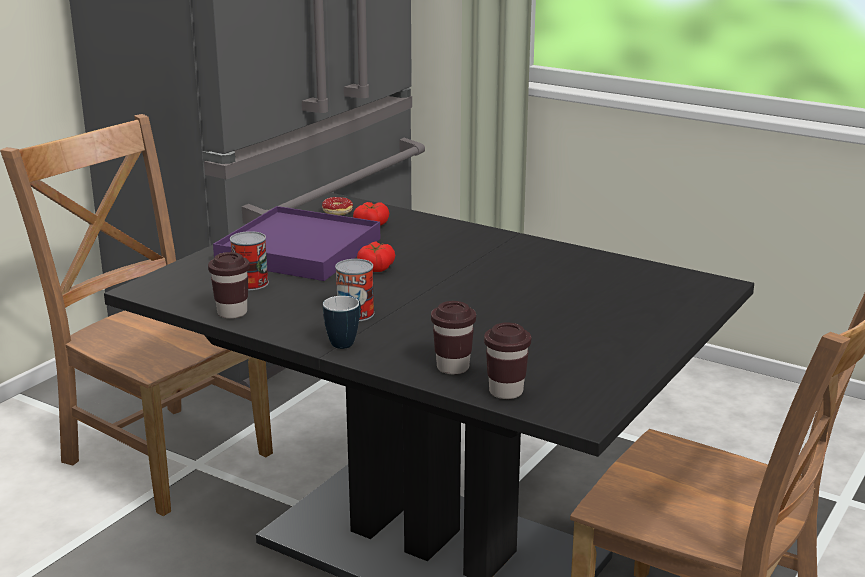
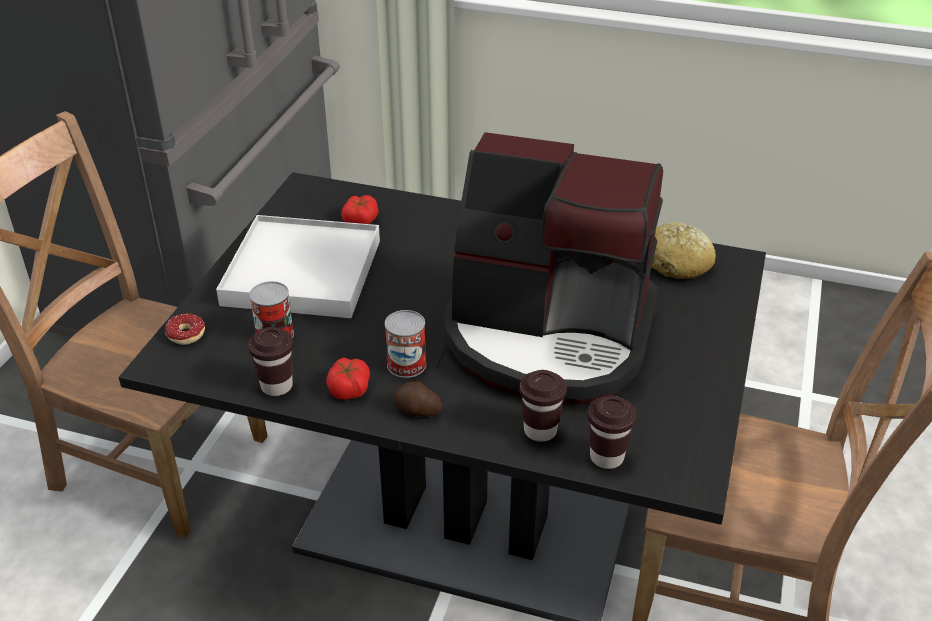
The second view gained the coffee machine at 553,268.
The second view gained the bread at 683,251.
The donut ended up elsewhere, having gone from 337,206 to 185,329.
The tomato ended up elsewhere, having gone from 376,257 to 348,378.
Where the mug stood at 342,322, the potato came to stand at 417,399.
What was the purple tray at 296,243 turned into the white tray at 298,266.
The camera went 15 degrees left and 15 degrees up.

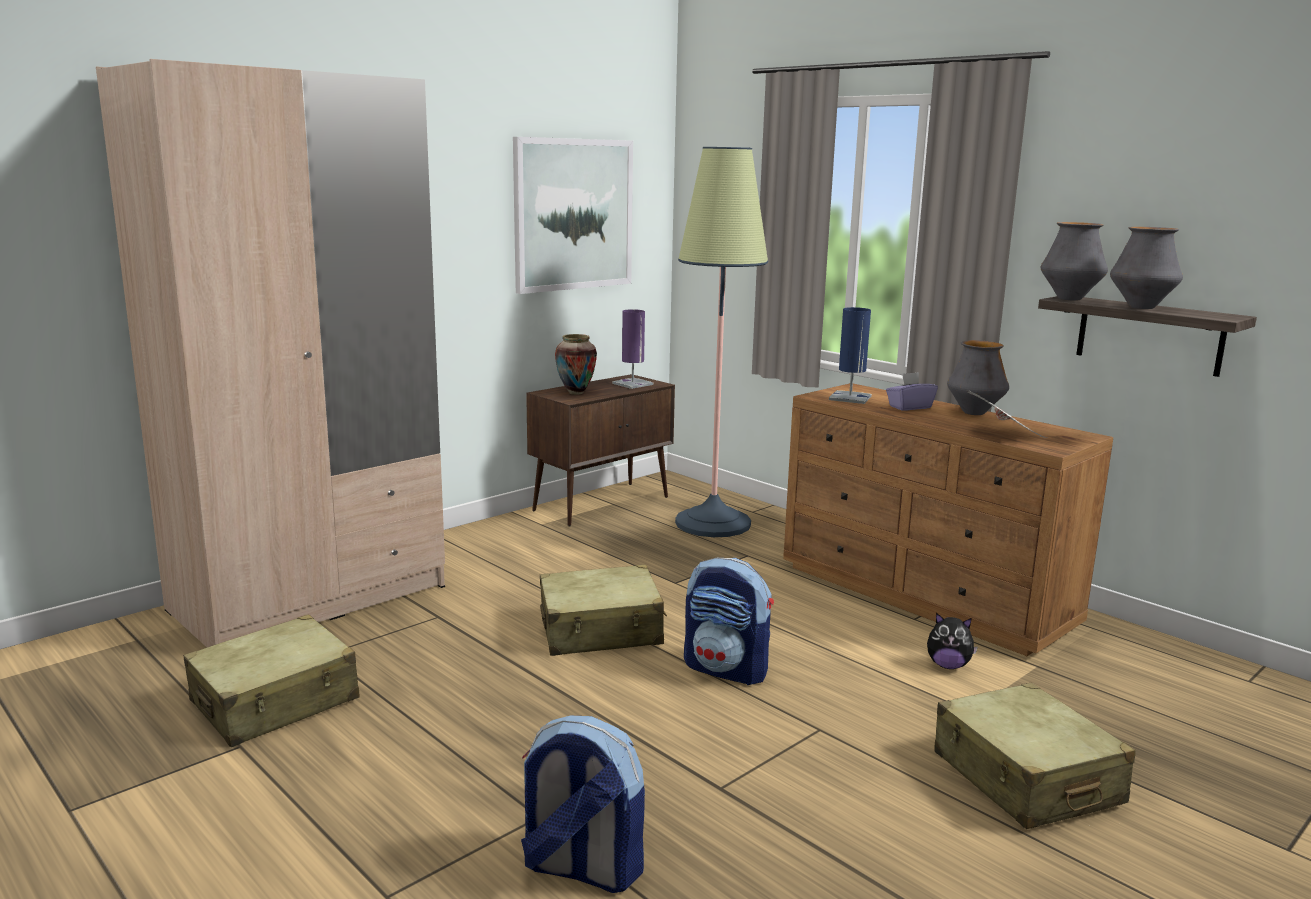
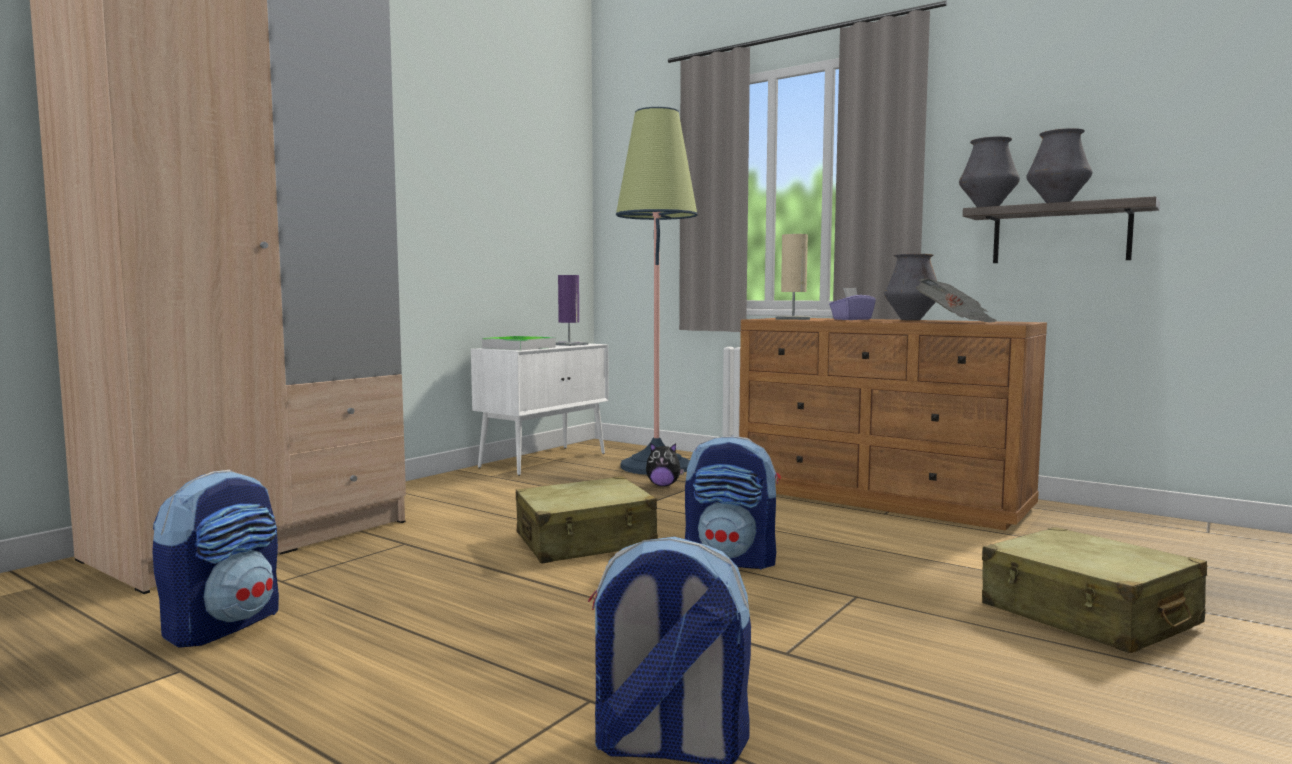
The second view lost the picture at 573,215.
The plush toy ended up elsewhere, having gone from 952,641 to 665,464.
Where the beige suitcase stood at 271,680, the backpack came to stand at 215,559.
Where the vase stood at 576,364, the tray came to stand at 519,343.
What was the brown cabinet at 600,450 turned into the white cabinet at 540,410.
What was the blue table lamp at 850,355 turned into the beige table lamp at 793,277.
The camera went 10 degrees left and 10 degrees down.

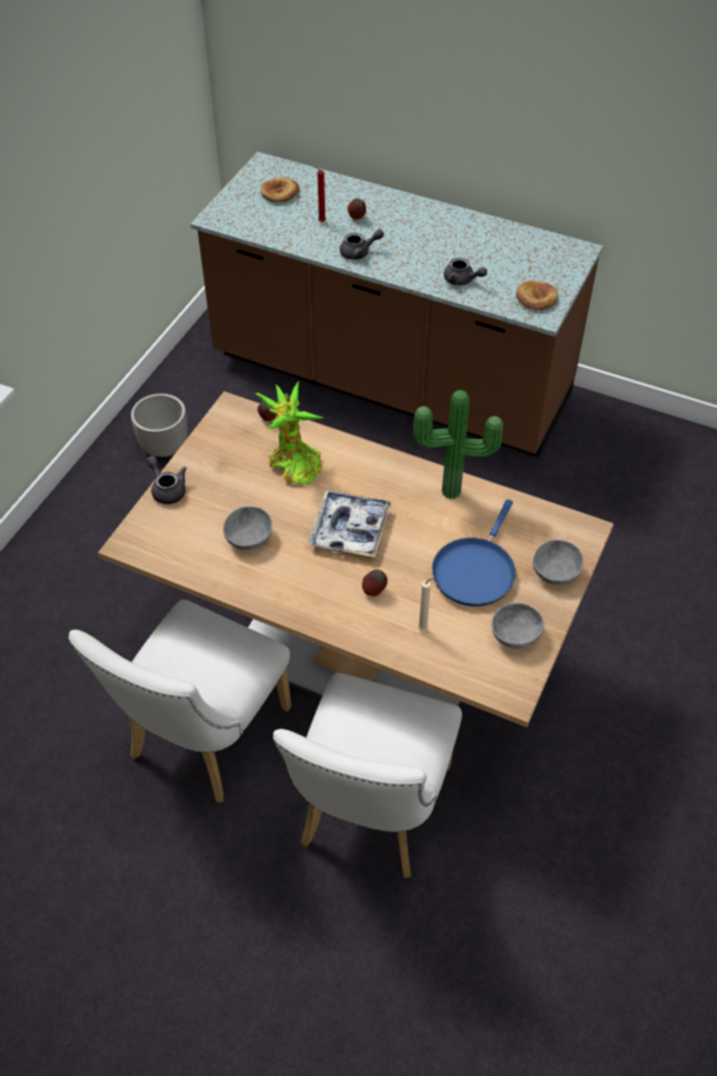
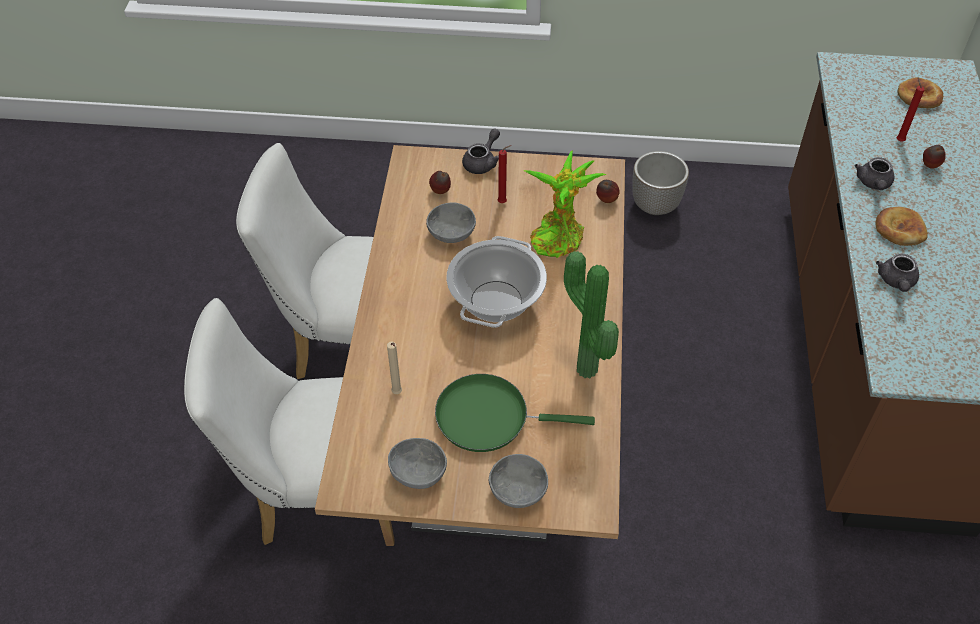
The second view gained the red candle at 504,174.
The apple ended up elsewhere, having gone from 375,582 to 440,182.
The bread ended up elsewhere, having gone from 537,295 to 901,226.
Where the tray stood at 350,523, the cooking pot came to stand at 496,282.
What was the blue frying pan at 474,552 turned into the green frying pan at 515,413.
The grey teapot at 362,244 ended up facing another way, 45 degrees clockwise from before.
The camera went 70 degrees right and 0 degrees up.

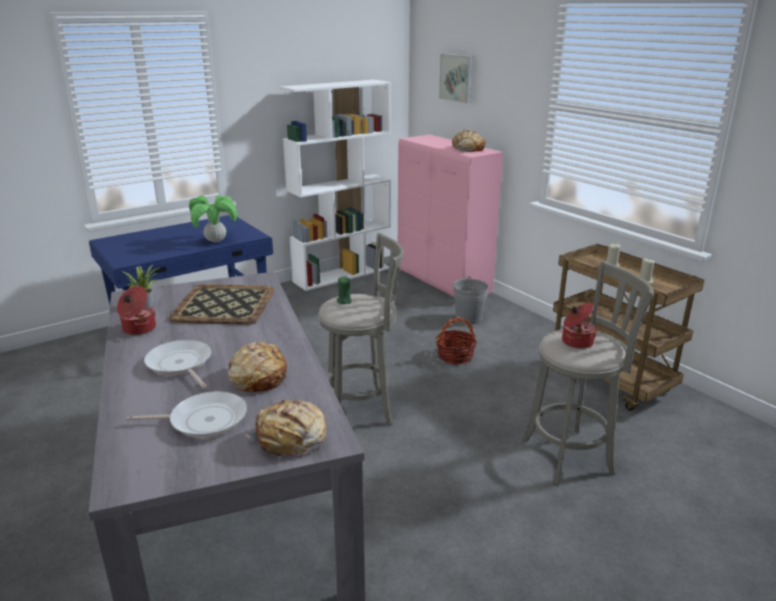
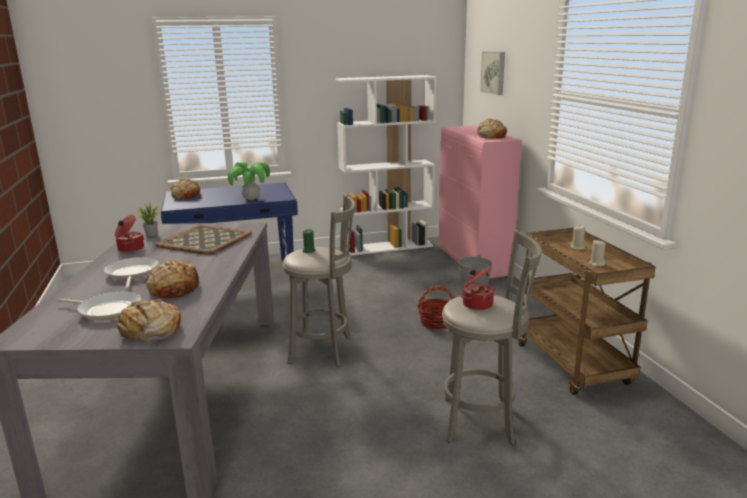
The second view gained the bread at 185,188.
The camera went 20 degrees right and 5 degrees down.

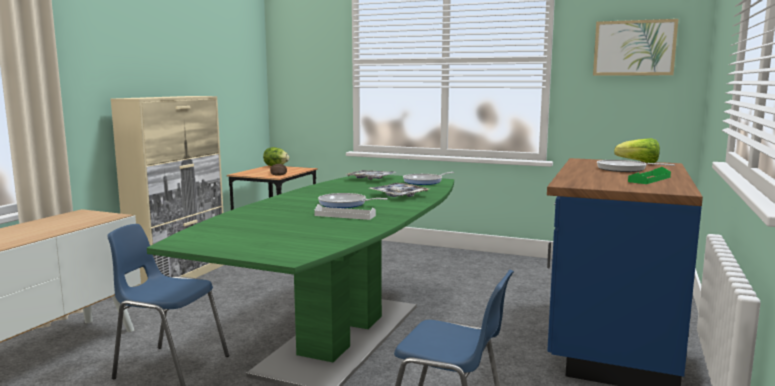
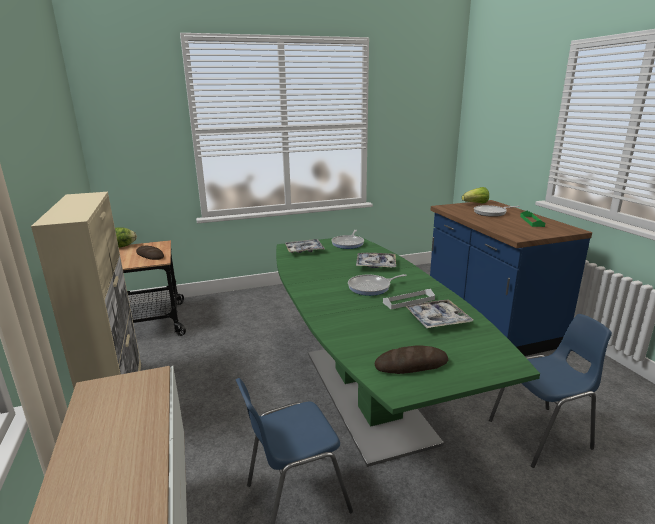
The second view lost the picture at 635,47.
The second view gained the bread at 411,359.
The second view gained the tray at 439,313.
The camera went 40 degrees left and 10 degrees up.

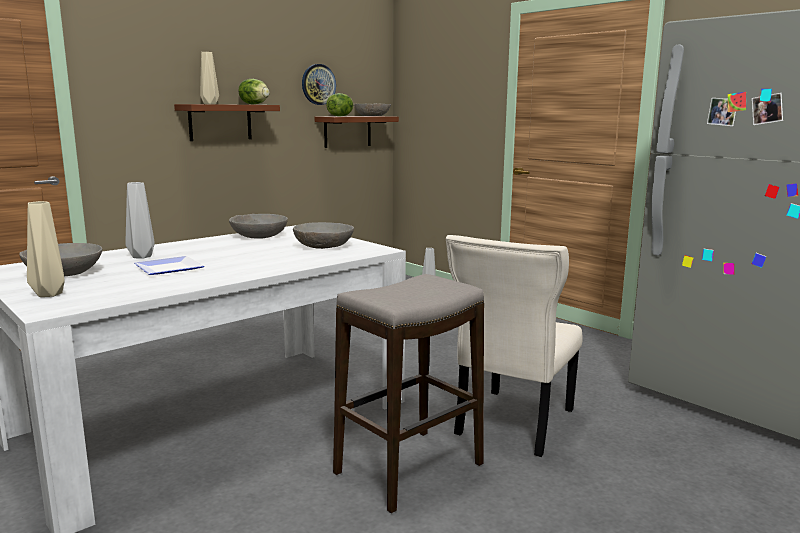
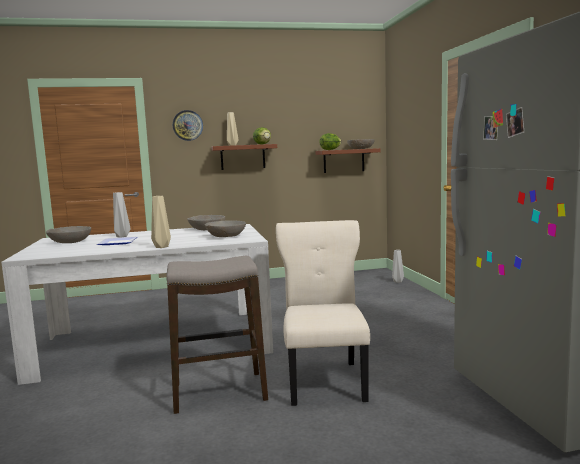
The beige vase ended up elsewhere, having gone from 46,249 to 161,222.
The wall clock ended up elsewhere, having gone from 319,84 to 188,125.
The beige chair at 514,346 ended up facing another way, 120 degrees clockwise from before.
The camera went 30 degrees right and 5 degrees down.

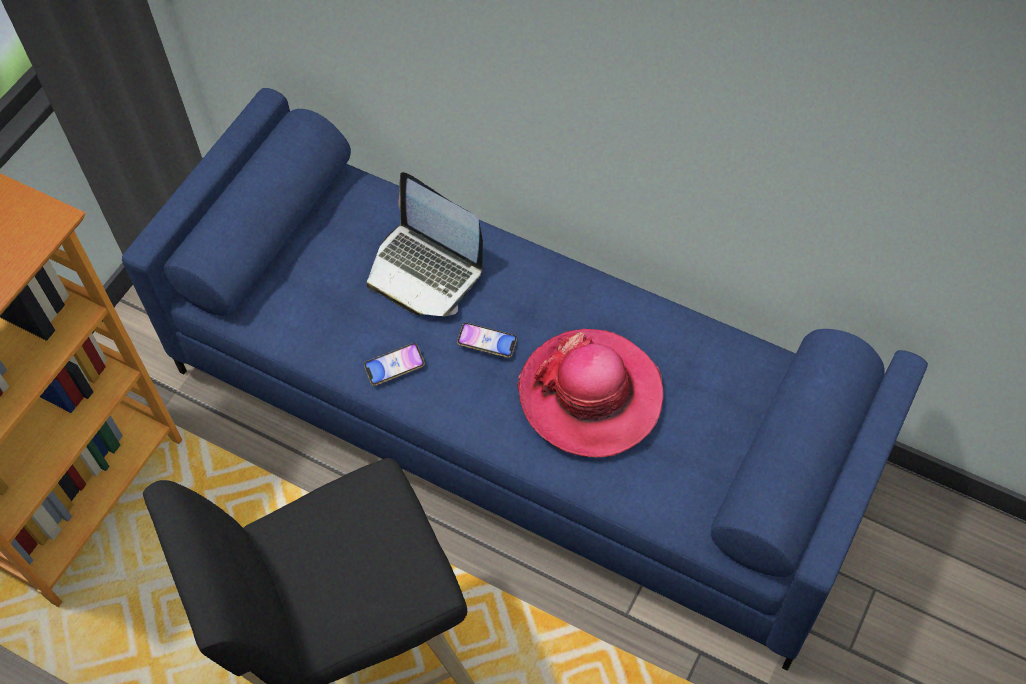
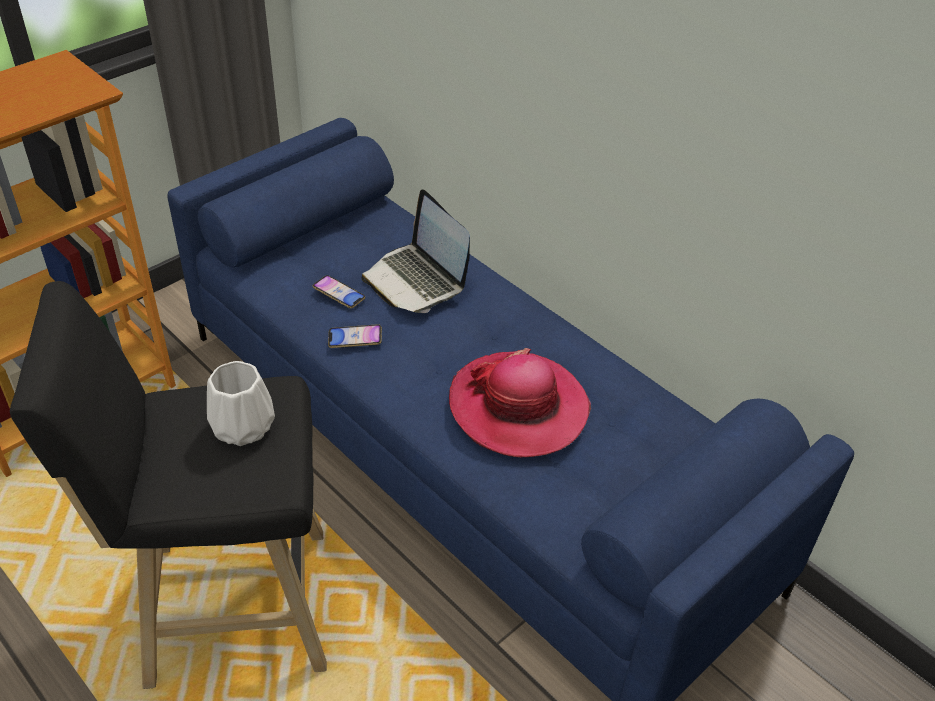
The second view gained the white vase at 241,403.
The phone ended up elsewhere, having gone from 487,340 to 339,291.
The camera went 15 degrees right and 15 degrees down.

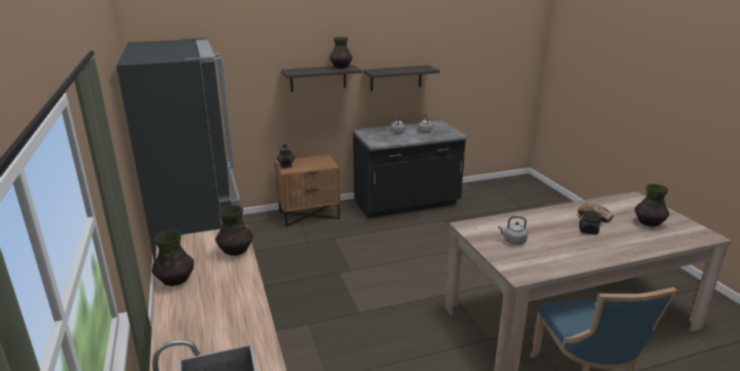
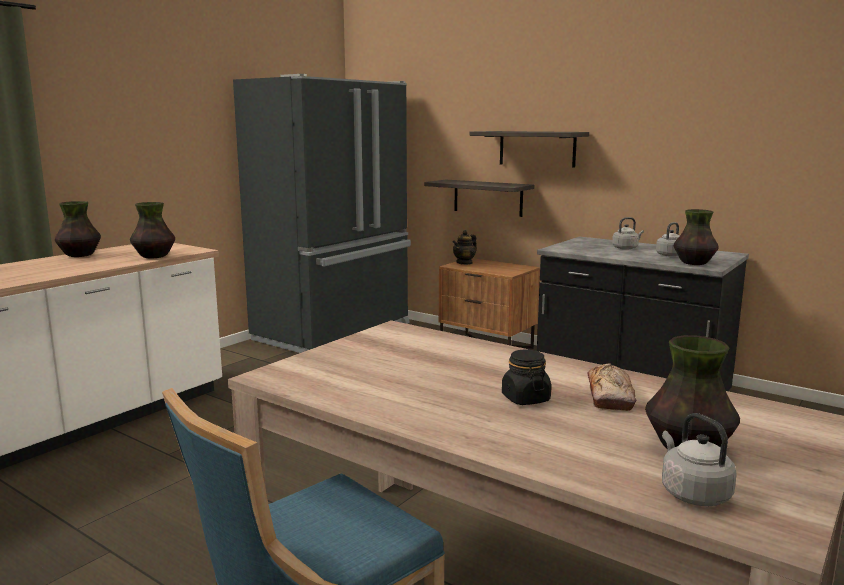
The vase ended up elsewhere, having gone from 341,52 to 696,237.
The shelf ended up elsewhere, having gone from 401,78 to 479,198.
The grey kettle ended up elsewhere, having gone from 513,230 to 699,459.
The camera went 55 degrees right and 10 degrees down.

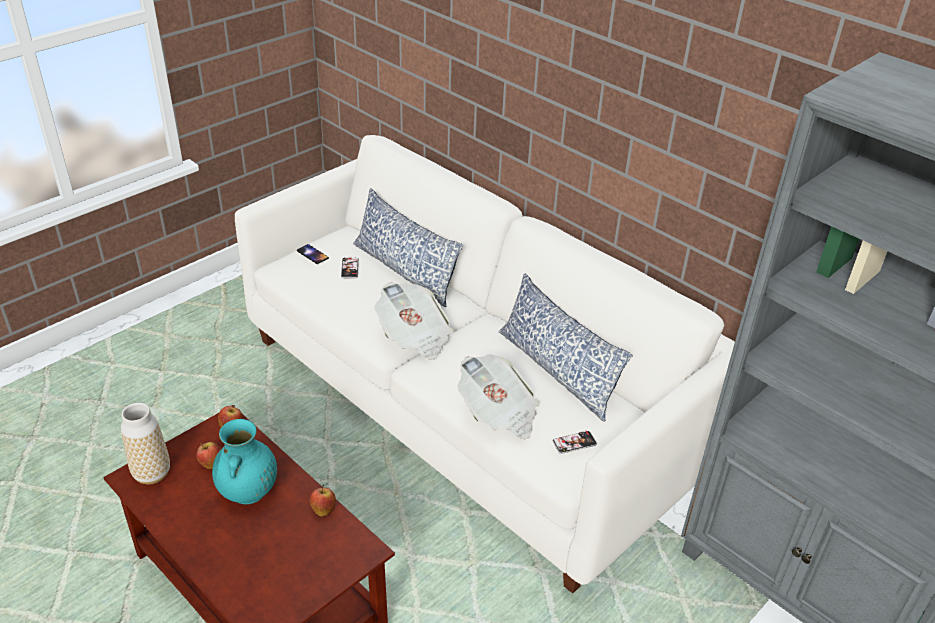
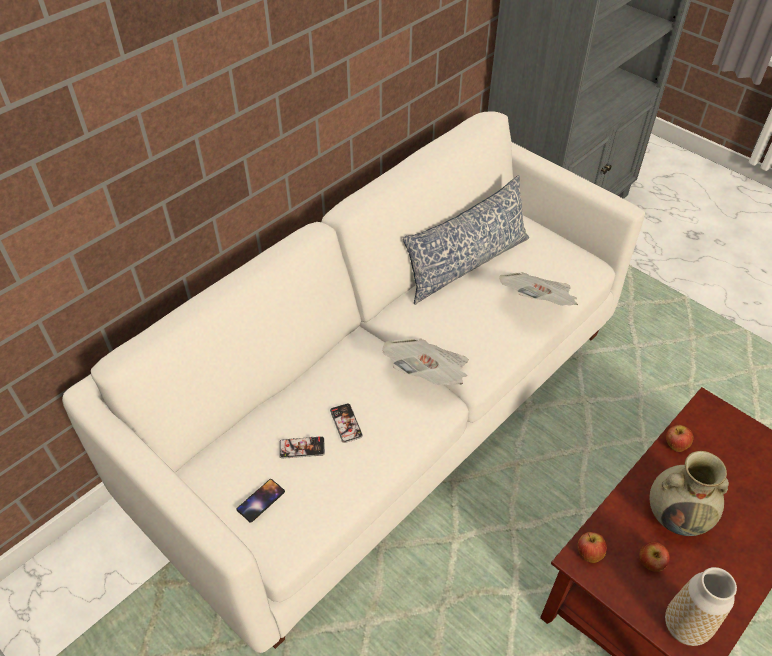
The second view lost the pillow at 408,247.
The phone ended up elsewhere, having gone from 575,442 to 346,423.
What was the turquoise vase at 244,462 turned into the beige vase at 689,493.
The camera went 90 degrees left and 10 degrees up.

